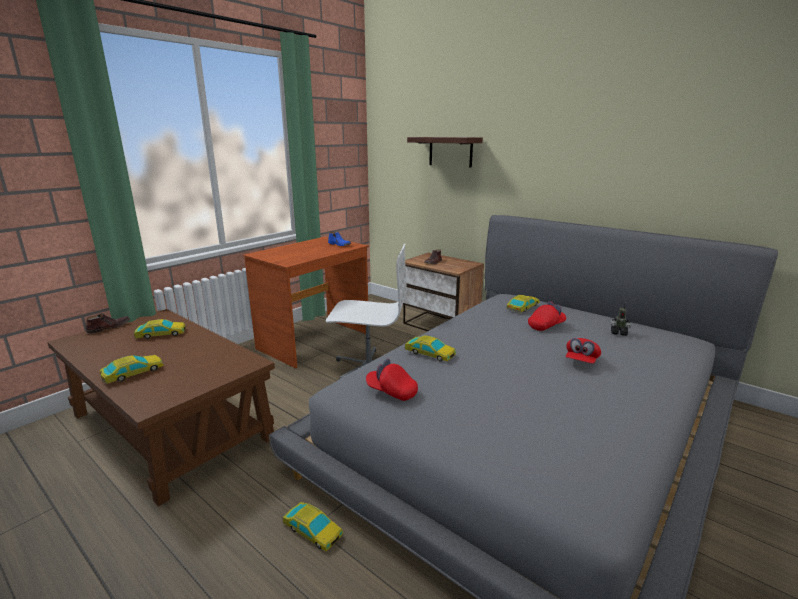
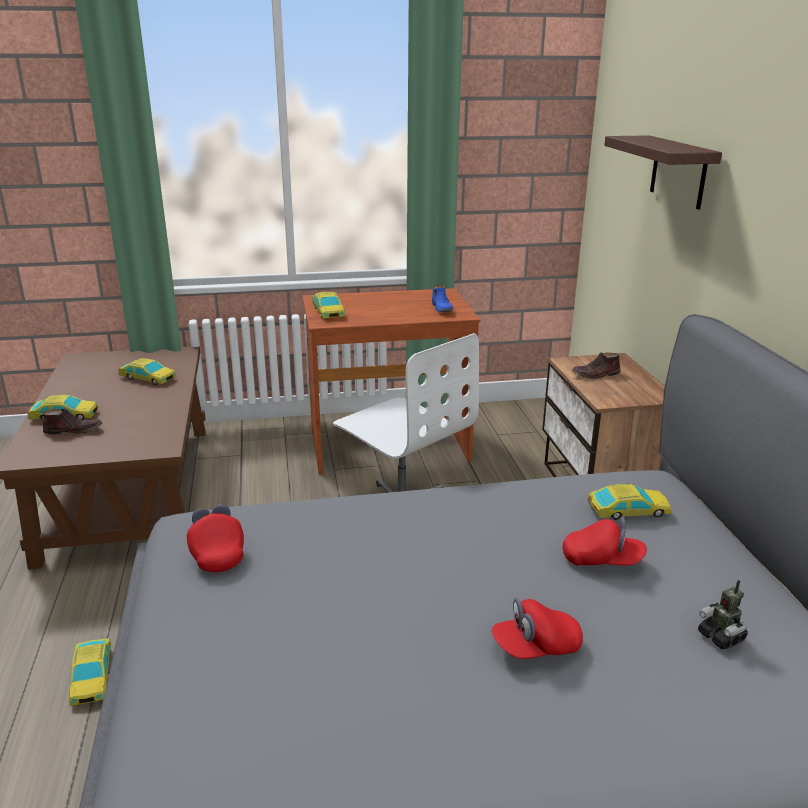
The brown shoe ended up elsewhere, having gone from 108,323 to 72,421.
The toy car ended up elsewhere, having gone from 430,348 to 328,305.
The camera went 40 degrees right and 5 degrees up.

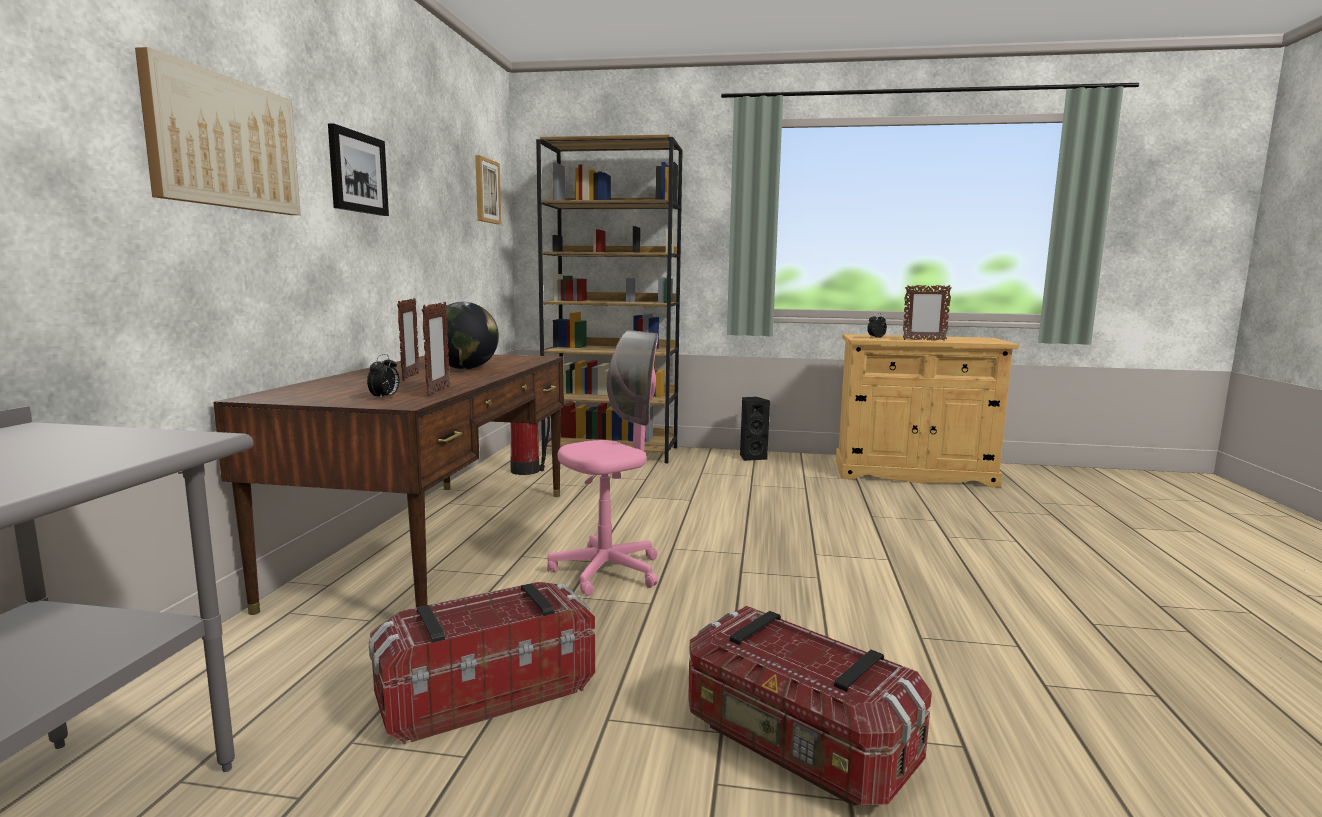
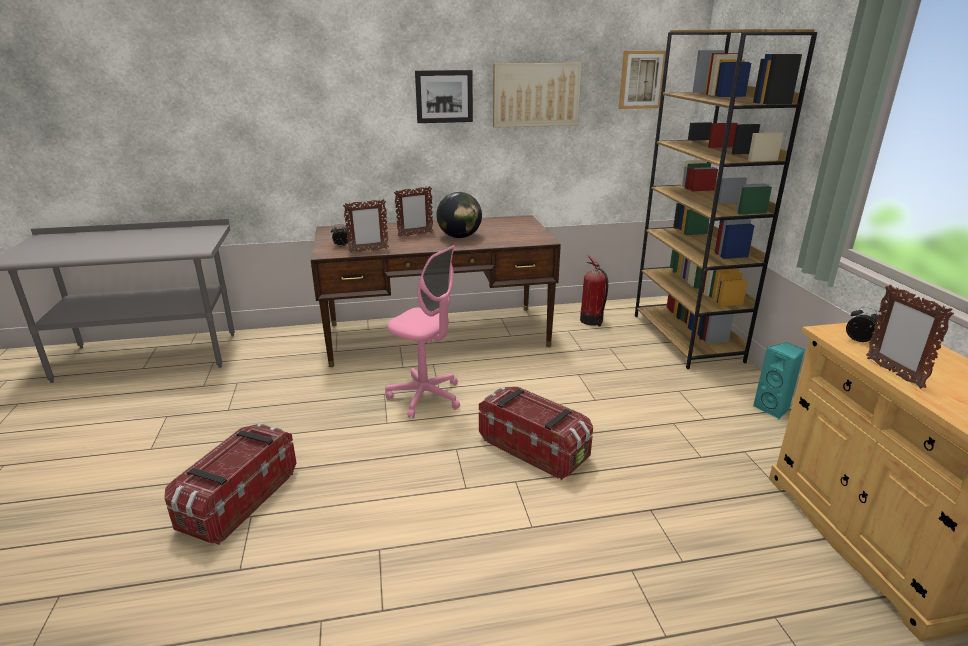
The picture ended up elsewhere, having gone from 218,131 to 537,95.
The storage box ended up elsewhere, having gone from 481,663 to 536,433.
What was the black speaker at 755,429 turned into the turquoise speaker at 779,380.
The camera went 70 degrees right and 15 degrees up.

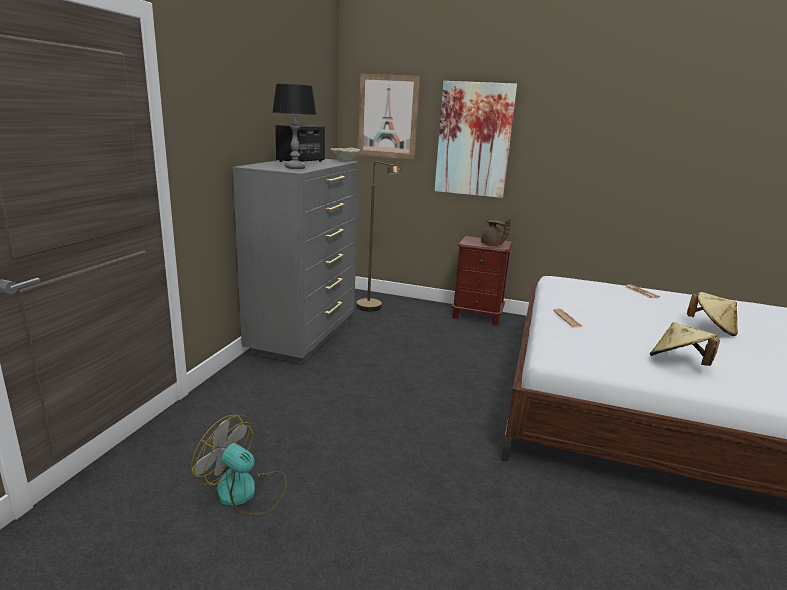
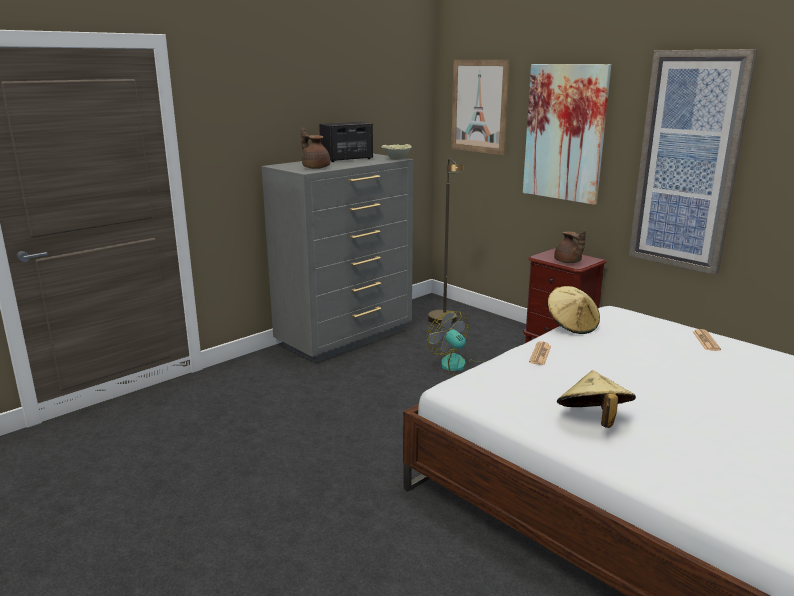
The second view gained the picture at 693,162.
The fan ended up elsewhere, having gone from 239,465 to 455,343.
The beige hat ended up elsewhere, having gone from 712,314 to 574,310.
Where the table lamp stood at 294,126, the brown teapot came to stand at 315,148.
The camera went 30 degrees right and 0 degrees up.

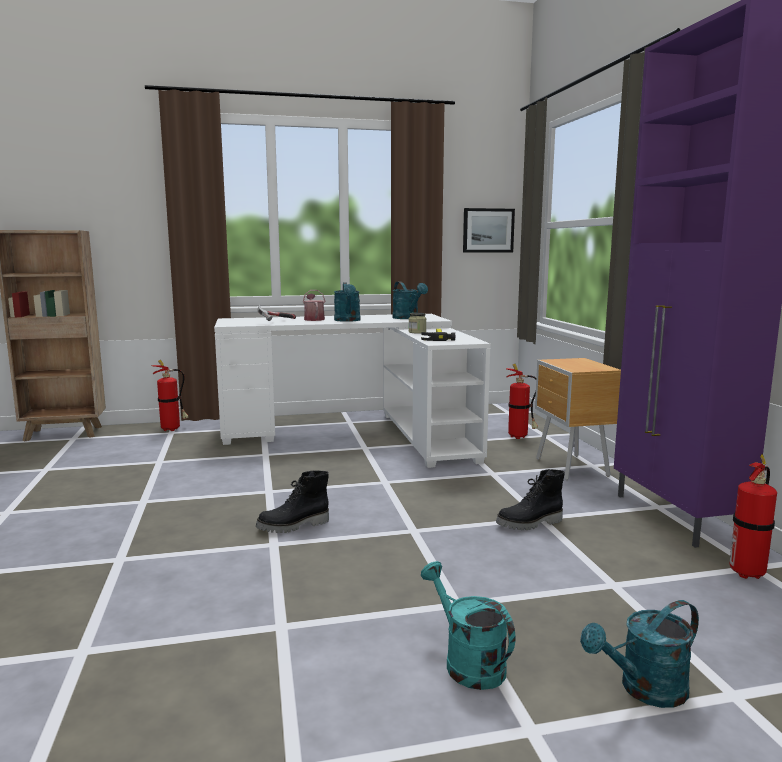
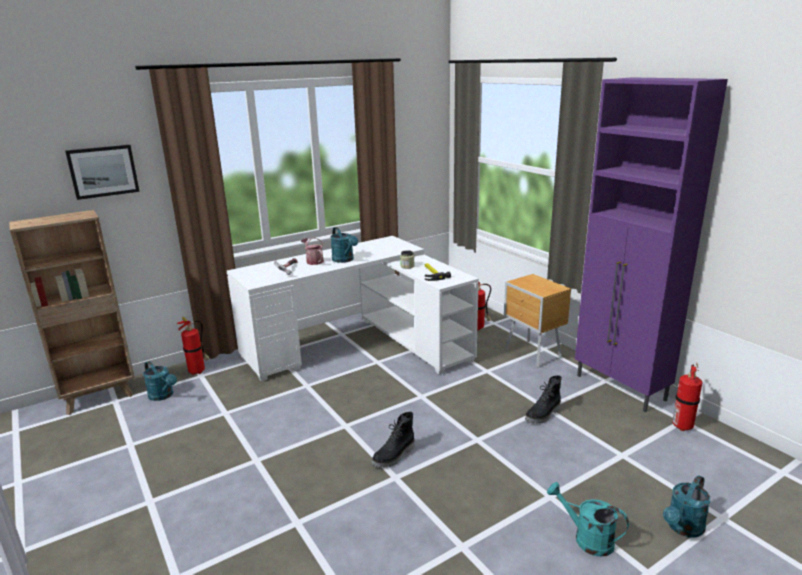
The turquoise watering can ended up elsewhere, having gone from 410,300 to 160,381.
The picture ended up elsewhere, having gone from 489,230 to 102,172.
The camera went 20 degrees left and 10 degrees up.

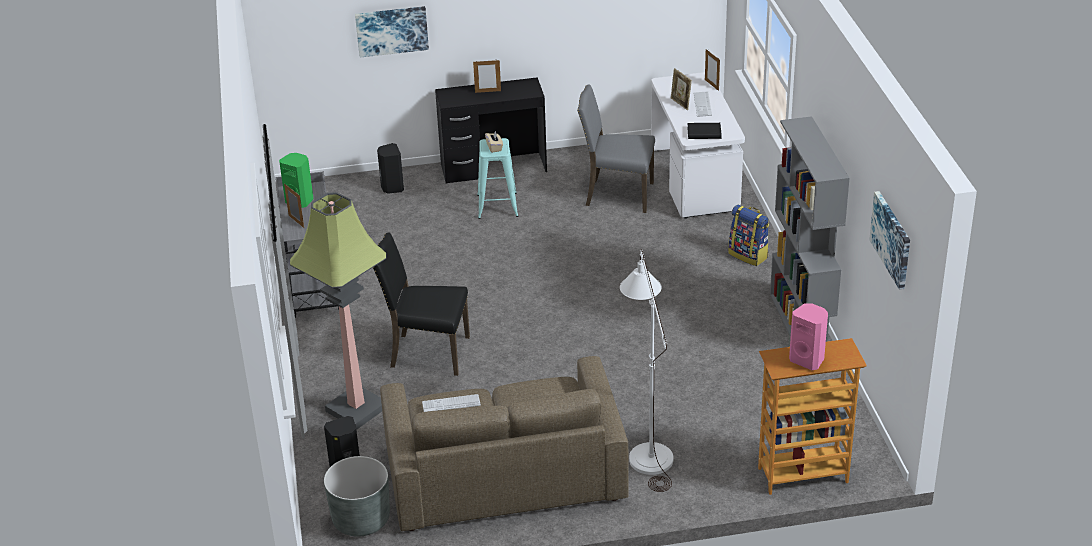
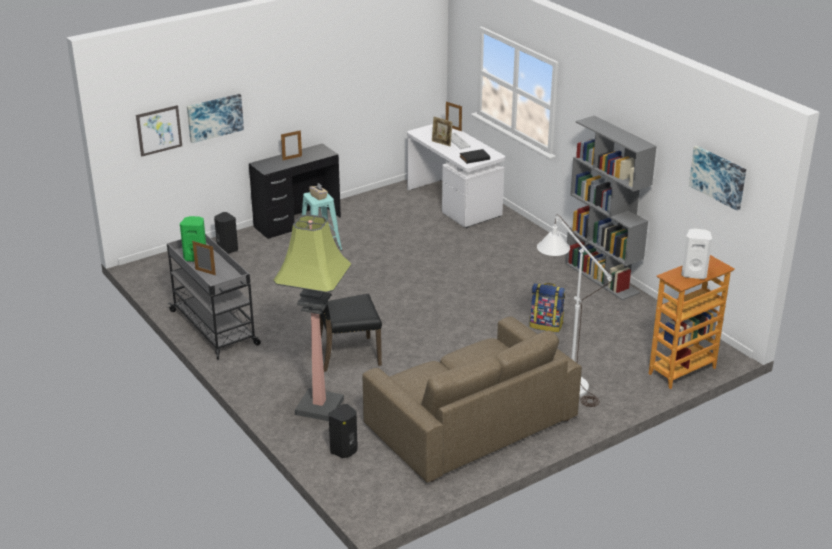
The second view lost the grey planter at 357,496.
The second view lost the keyboard at 451,403.
The second view lost the grey chair at 616,149.
The second view gained the picture at 159,131.
The backpack ended up elsewhere, having gone from 748,235 to 547,307.
What was the pink speaker at 808,337 turned into the white speaker at 696,254.
The camera went 25 degrees left and 5 degrees down.

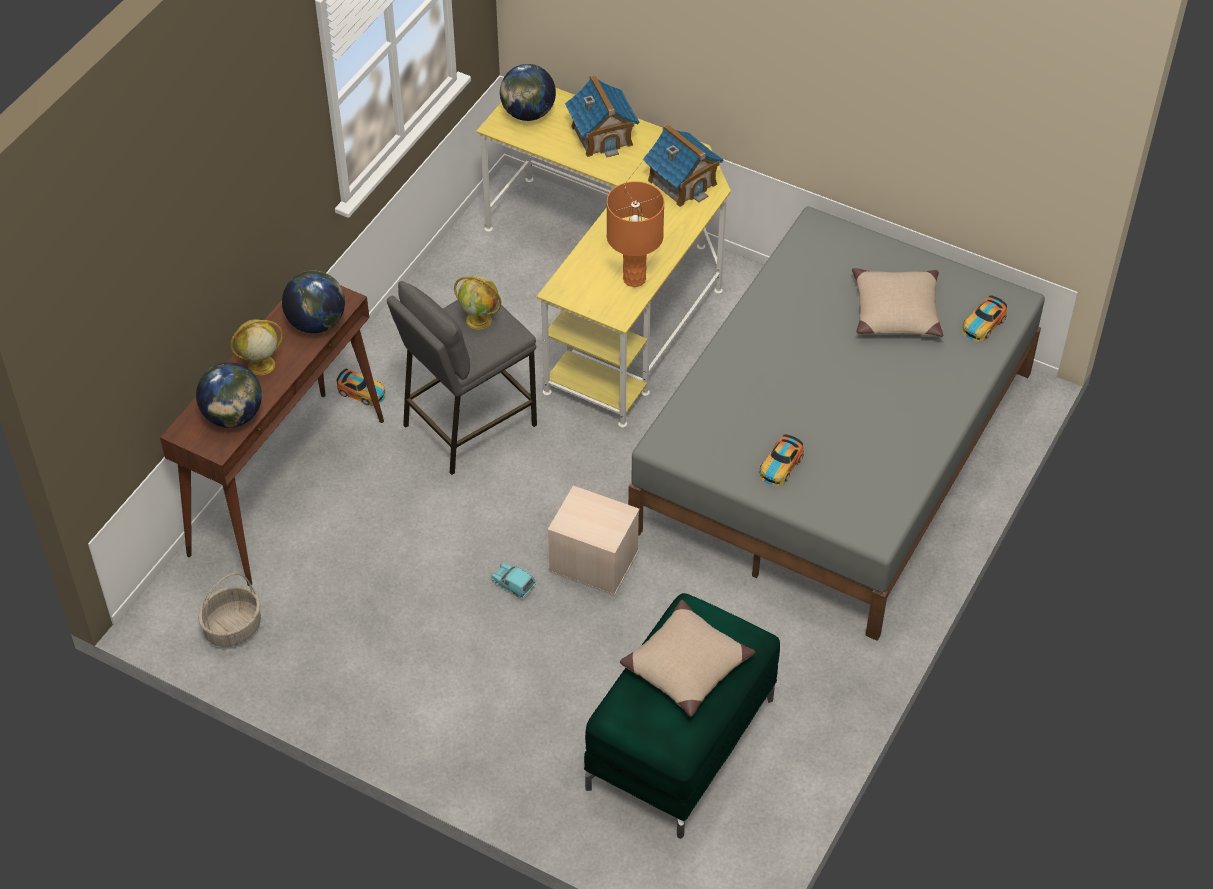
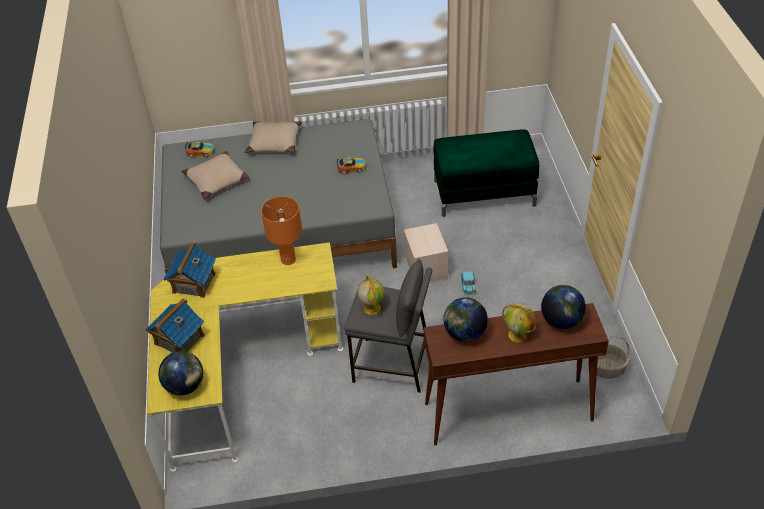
The second view lost the toy car at 361,387.
The beige pillow ended up elsewhere, having gone from 687,658 to 273,137.
The camera went 125 degrees left and 5 degrees down.

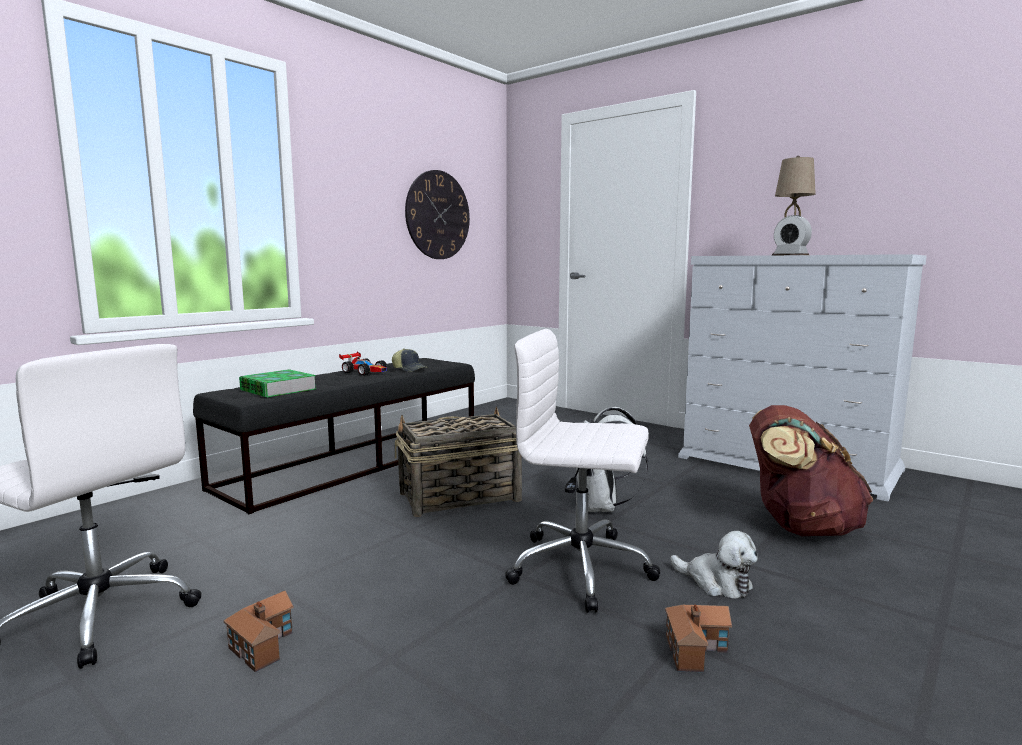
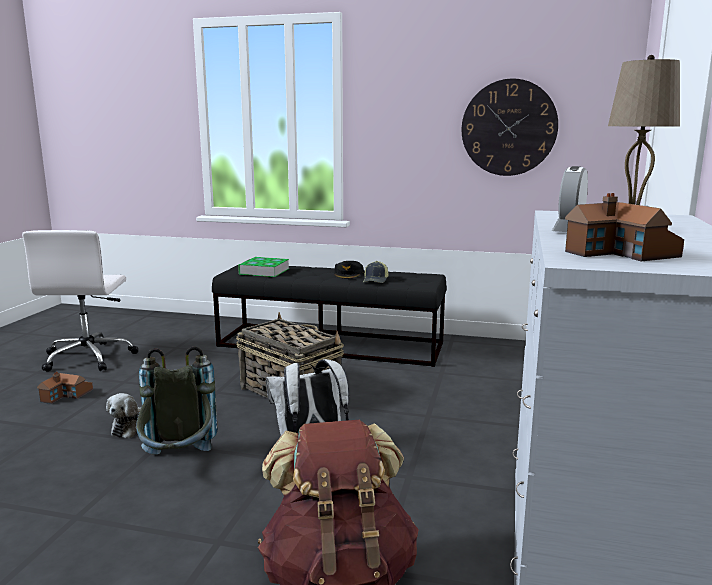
The toy house ended up elsewhere, having gone from 698,638 to 624,227.
The plush toy ended up elsewhere, having gone from 714,565 to 125,415.
Where the toy car stood at 363,363, the black cap came to stand at 349,270.
Where the white office chair stood at 582,471, the grey backpack came to stand at 177,400.
The camera went 65 degrees right and 5 degrees up.

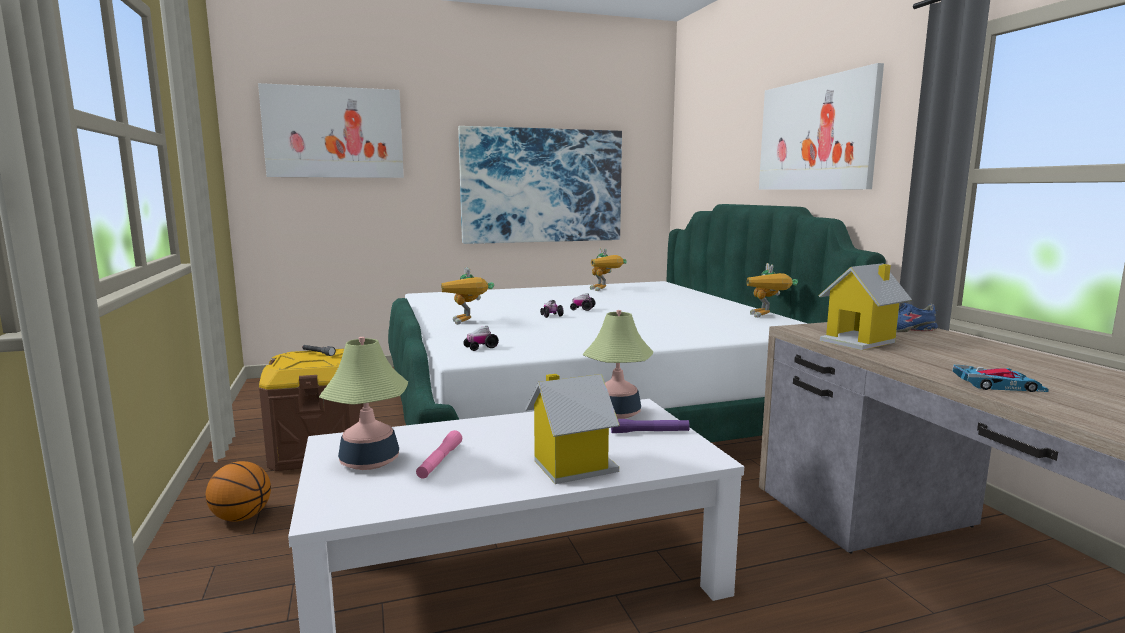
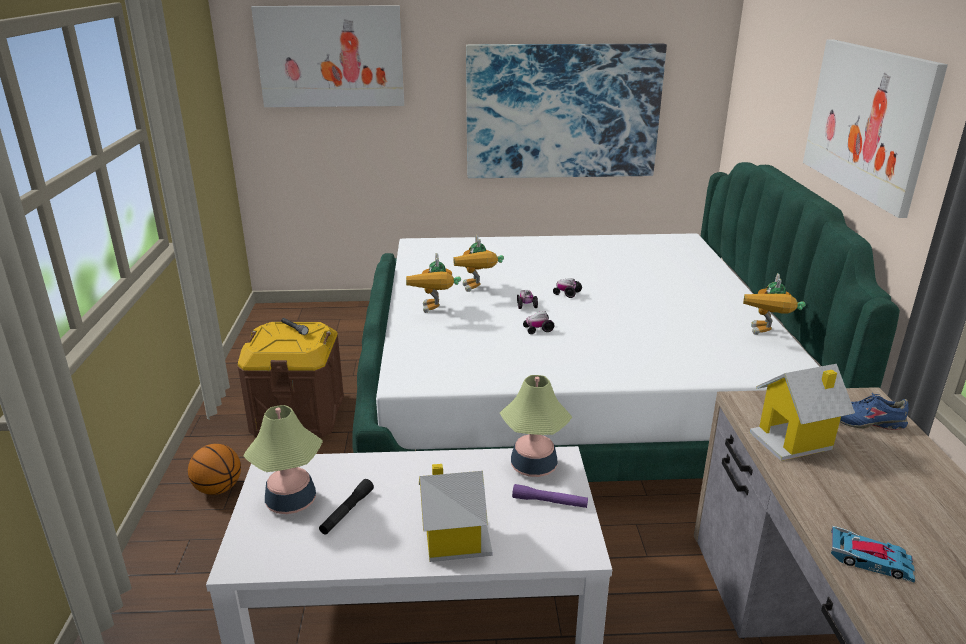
The toy car ended up elsewhere, having gone from 481,338 to 538,322.
The toy robot ended up elsewhere, having gone from 608,269 to 478,263.
What was the pink flashlight at 439,454 turned into the black flashlight at 346,507.
The camera went 15 degrees right and 15 degrees up.

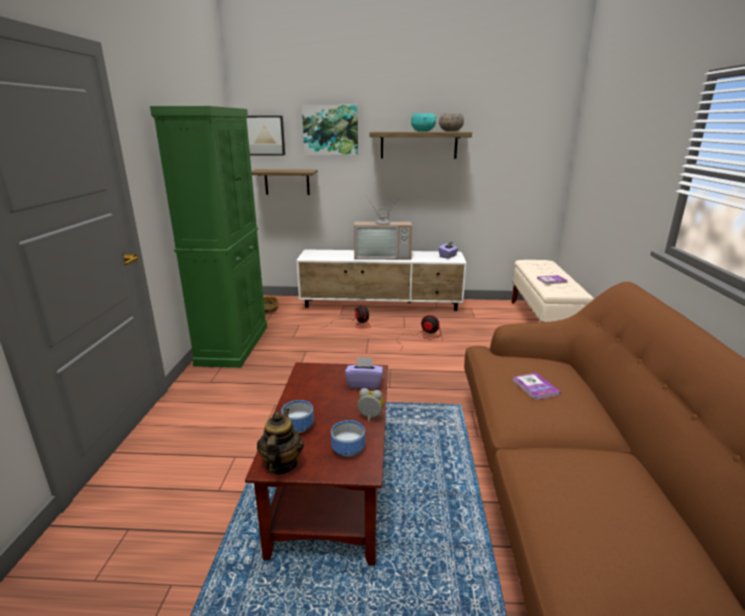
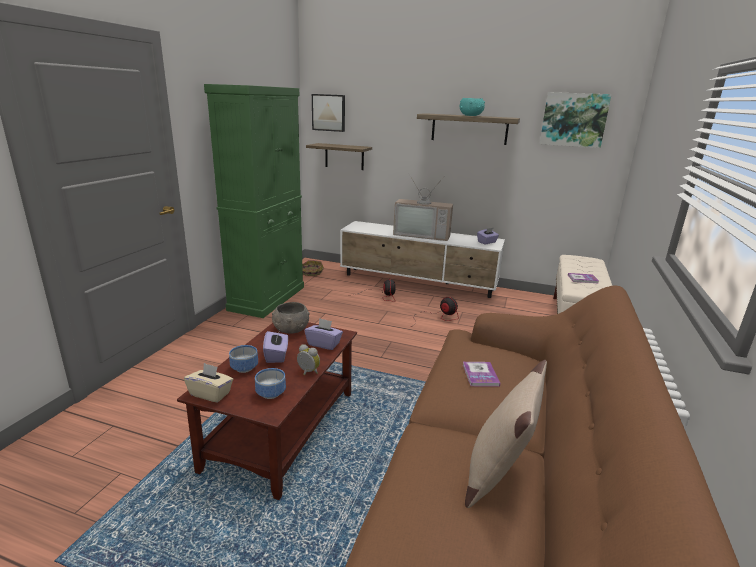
The second view gained the purple tissue box at 275,346.
The second view gained the beige pillow at 506,434.
The picture ended up elsewhere, having gone from 330,130 to 576,120.
The grey bowl ended up elsewhere, having gone from 451,122 to 291,318.
Where the teapot stood at 280,441, the beige tissue box came to stand at 208,383.
The camera went 15 degrees right and 0 degrees up.

